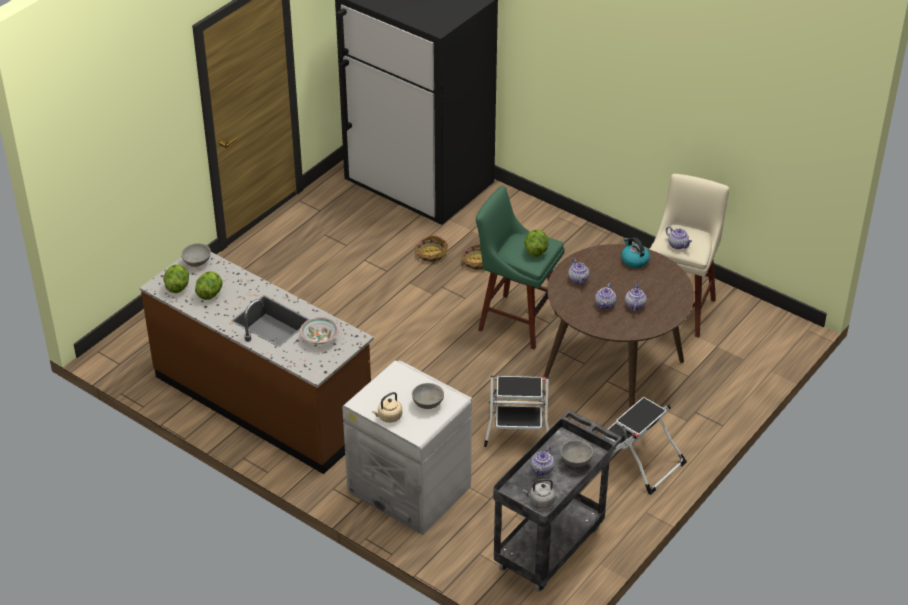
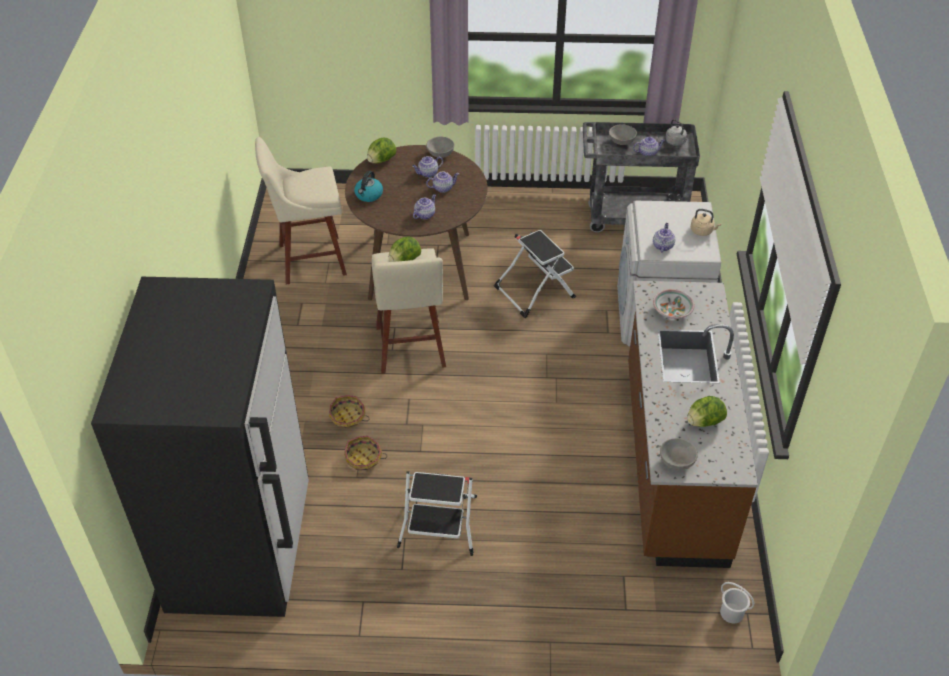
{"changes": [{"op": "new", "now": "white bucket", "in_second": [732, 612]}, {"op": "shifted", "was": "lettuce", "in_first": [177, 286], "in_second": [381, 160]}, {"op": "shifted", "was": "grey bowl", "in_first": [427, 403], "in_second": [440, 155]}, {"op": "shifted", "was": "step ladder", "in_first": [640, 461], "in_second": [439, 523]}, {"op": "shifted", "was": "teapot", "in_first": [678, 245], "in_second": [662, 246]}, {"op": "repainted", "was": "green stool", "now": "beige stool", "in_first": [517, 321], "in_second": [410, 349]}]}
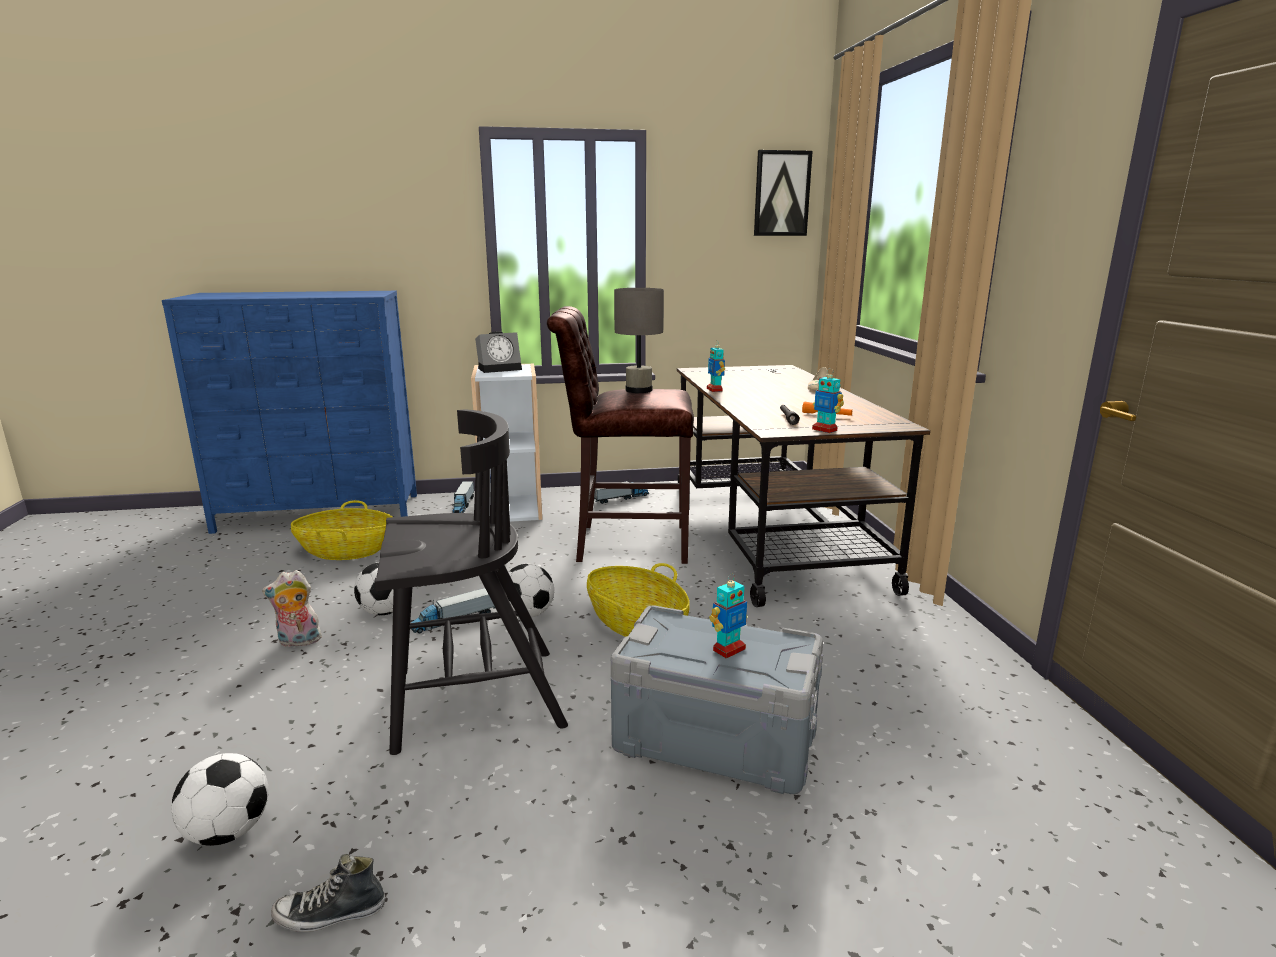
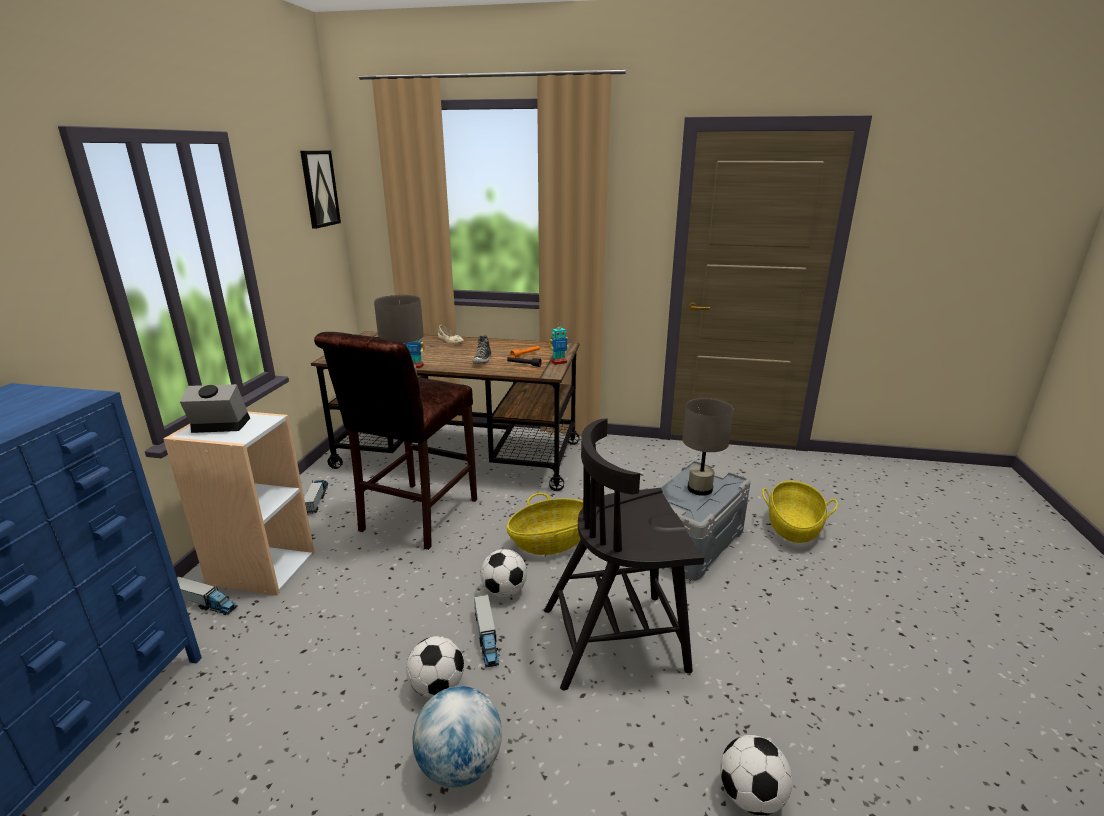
{"changes": [{"op": "shifted", "was": "shoe", "in_first": [330, 913], "in_second": [482, 360]}, {"op": "shifted", "was": "basket", "in_first": [346, 551], "in_second": [793, 527]}, {"op": "swapped", "was": "plush toy", "now": "globe", "in_first": [298, 642], "in_second": [460, 765]}, {"op": "swapped", "was": "toy robot", "now": "grey table lamp", "in_first": [728, 649], "in_second": [699, 488]}, {"op": "rotated", "was": "black chair", "in_first": [472, 699], "in_second": [617, 638], "clockwise": -105}, {"op": "rotated", "was": "alarm clock", "in_first": [500, 368], "in_second": [218, 426], "clockwise": -90}]}
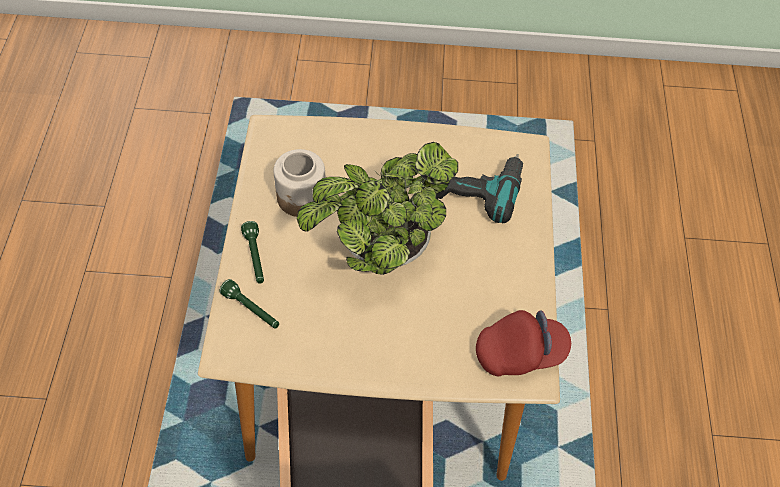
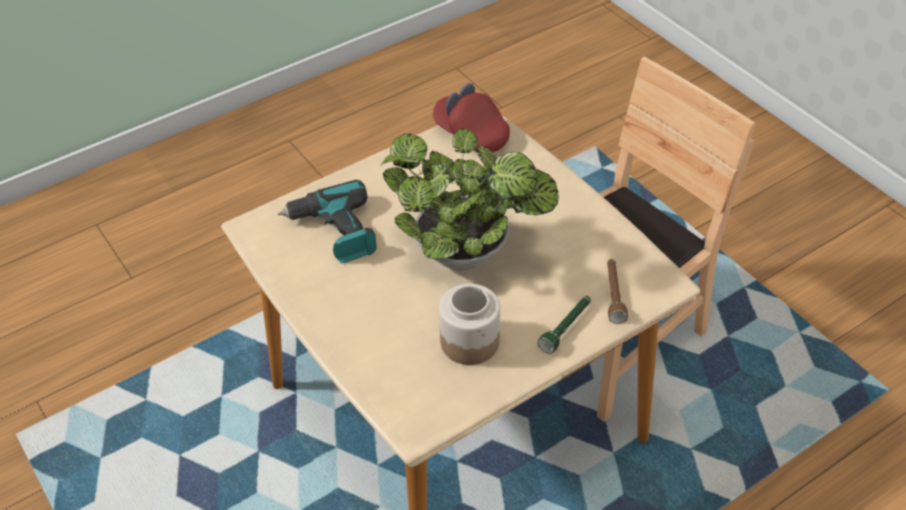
{"changes": [{"op": "repainted", "was": "green flashlight", "now": "brown flashlight", "in_first": [251, 310], "in_second": [613, 295]}]}
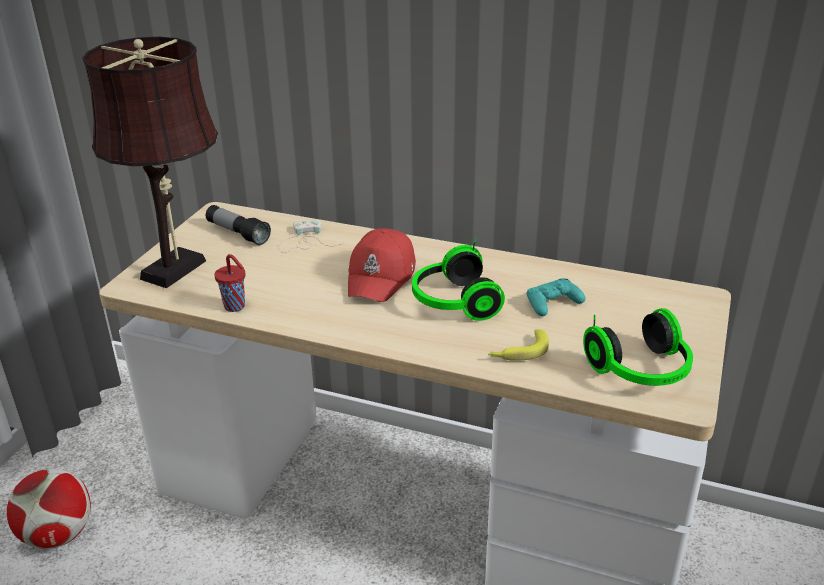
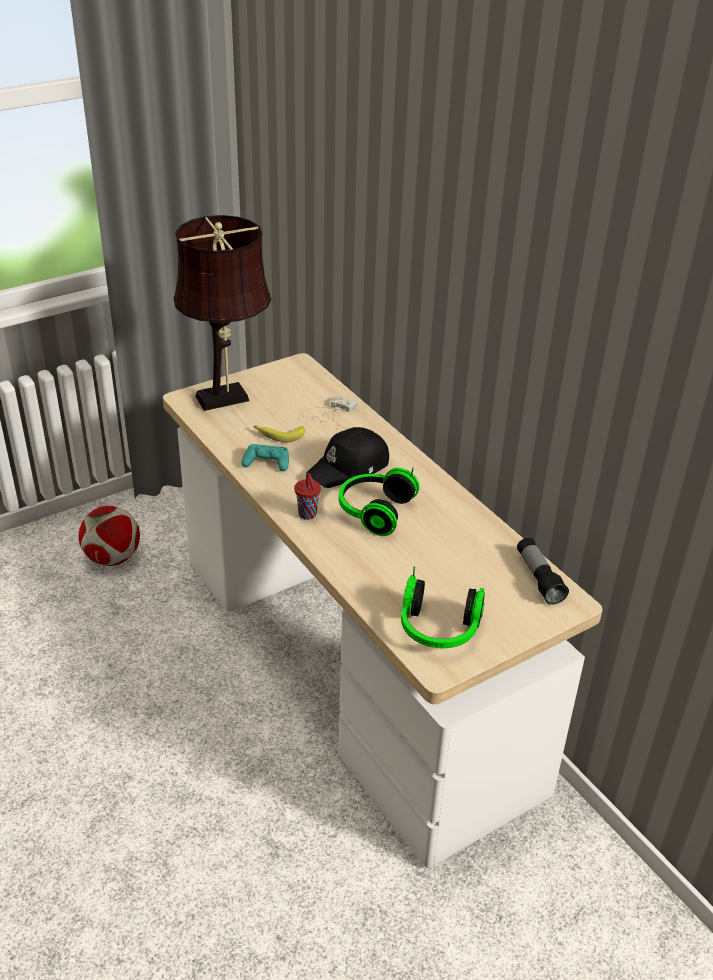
{"changes": [{"op": "shifted", "was": "flashlight", "in_first": [238, 233], "in_second": [539, 578]}, {"op": "shifted", "was": "red cup", "in_first": [235, 307], "in_second": [308, 515]}, {"op": "shifted", "was": "banana", "in_first": [518, 352], "in_second": [278, 435]}, {"op": "shifted", "was": "turquoise game controller", "in_first": [553, 303], "in_second": [266, 462]}, {"op": "repainted", "was": "red cap", "now": "black cap", "in_first": [382, 276], "in_second": [350, 467]}]}
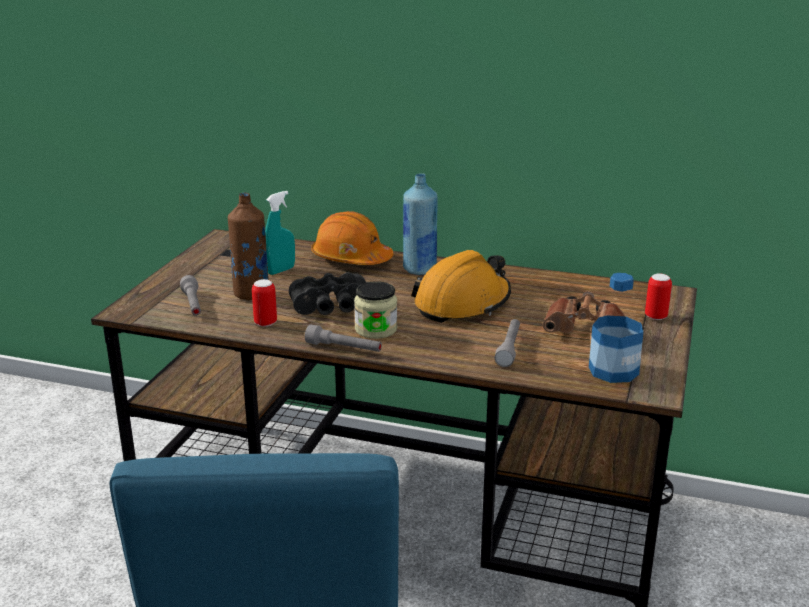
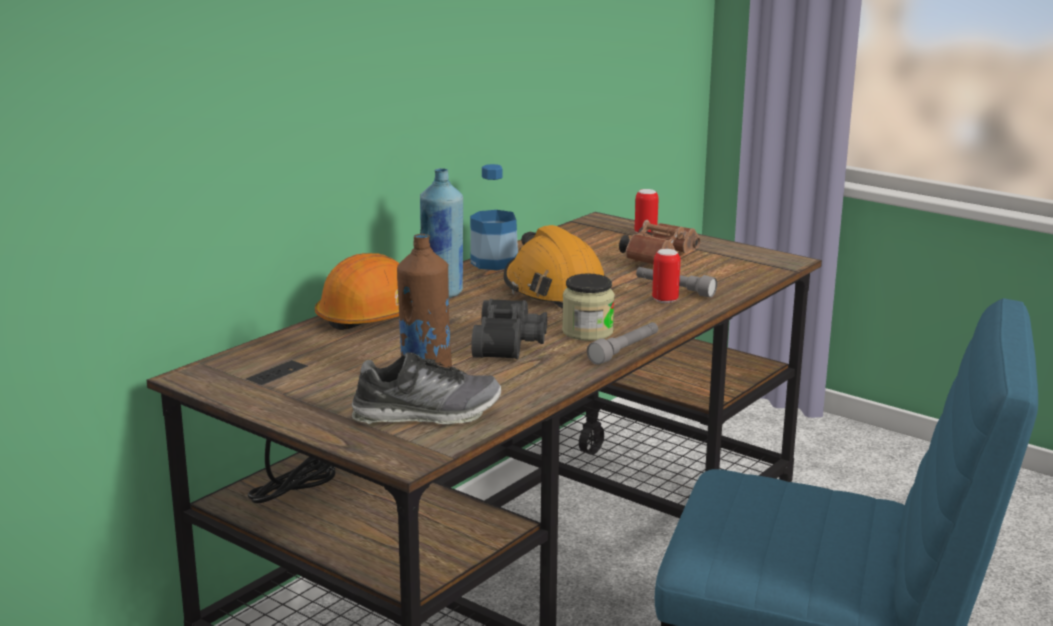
{"changes": [{"op": "gone", "was": "turquoise spray bottle", "in_first": [280, 270]}, {"op": "shifted", "was": "can", "in_first": [265, 323], "in_second": [665, 300]}, {"op": "shifted", "was": "bottle", "in_first": [613, 370], "in_second": [494, 262]}, {"op": "swapped", "was": "grey flashlight", "now": "shoe", "in_first": [193, 304], "in_second": [427, 414]}]}
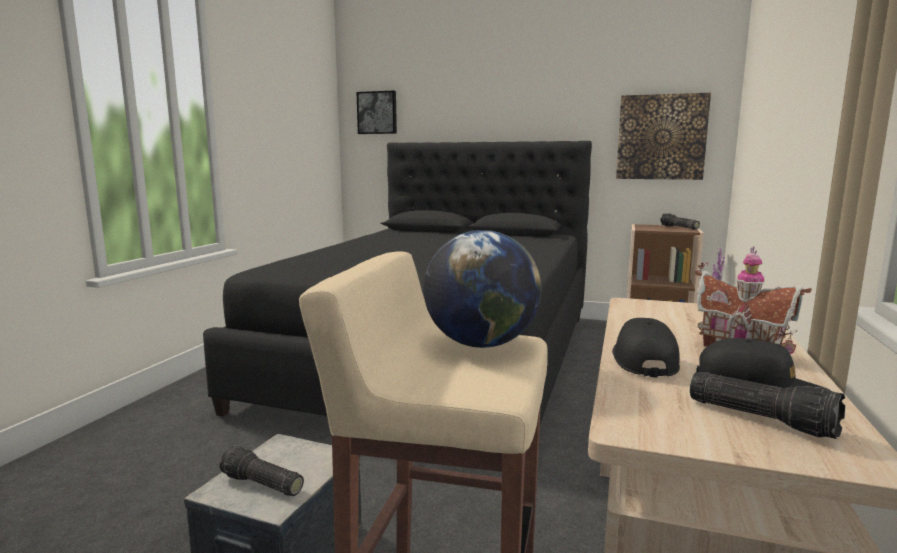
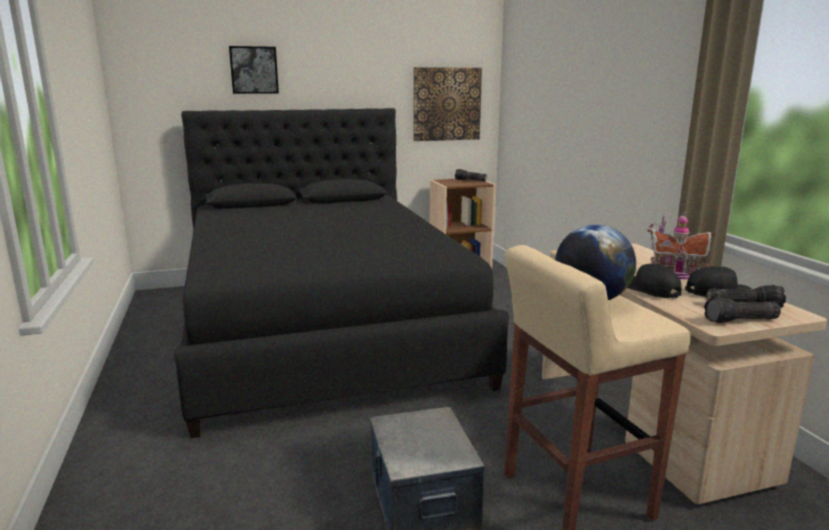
{"changes": [{"op": "shifted", "was": "flashlight", "in_first": [261, 484], "in_second": [741, 321]}, {"op": "shifted", "was": "picture", "in_first": [377, 113], "in_second": [254, 70]}]}
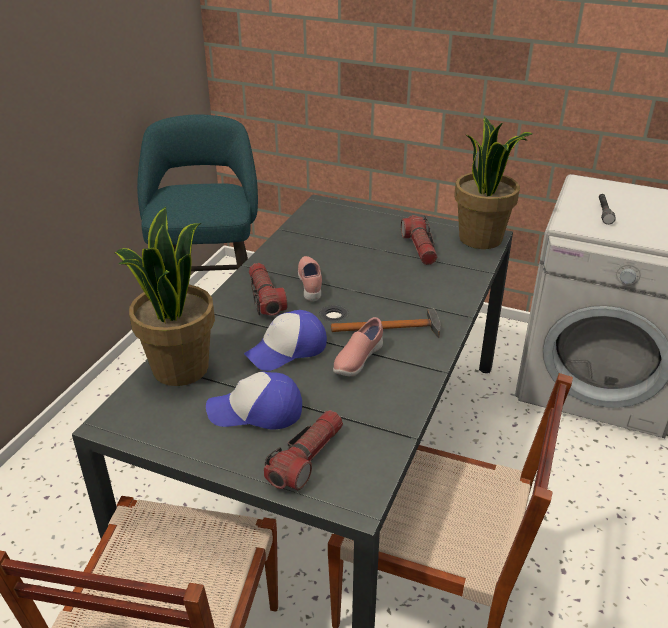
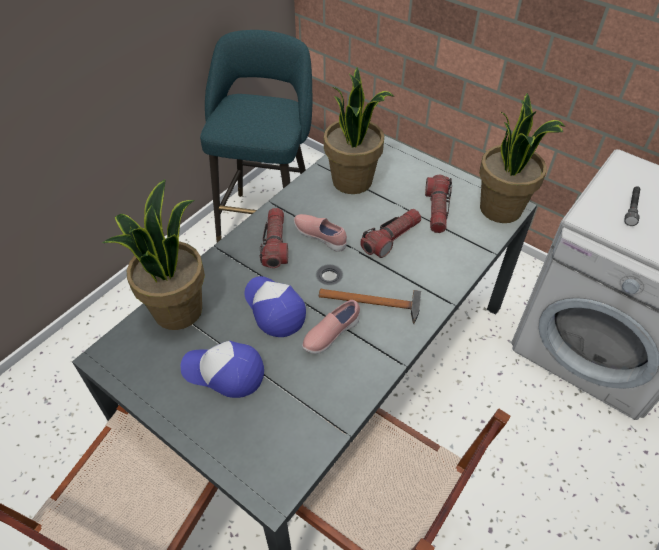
{"changes": [{"op": "new", "now": "potted plant", "in_second": [353, 181]}, {"op": "shifted", "was": "flashlight", "in_first": [306, 459], "in_second": [391, 238]}, {"op": "rotated", "was": "cap", "in_first": [287, 350], "in_second": [274, 309], "clockwise": 75}, {"op": "rotated", "was": "pink shoe", "in_first": [311, 285], "in_second": [320, 237], "clockwise": -60}]}
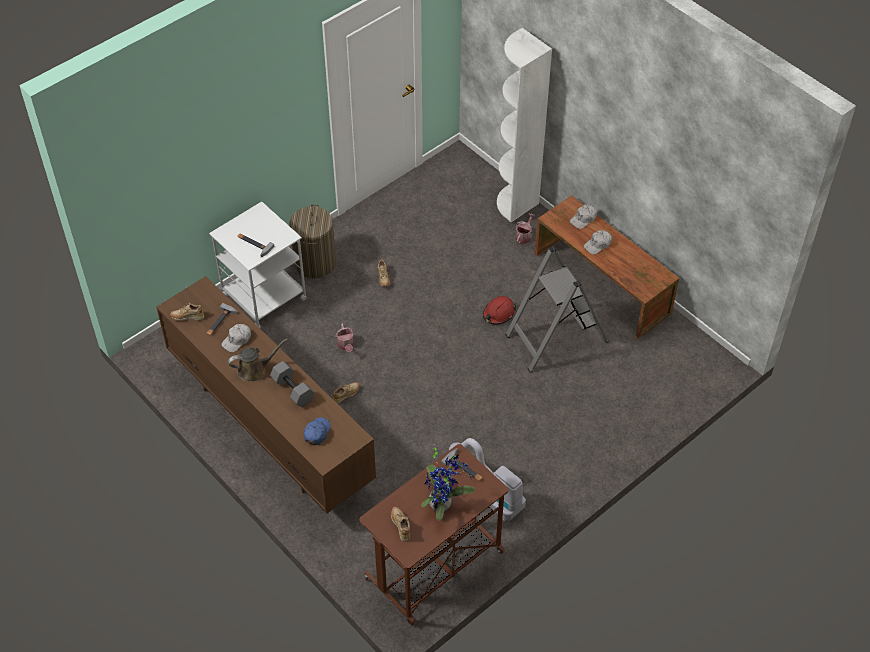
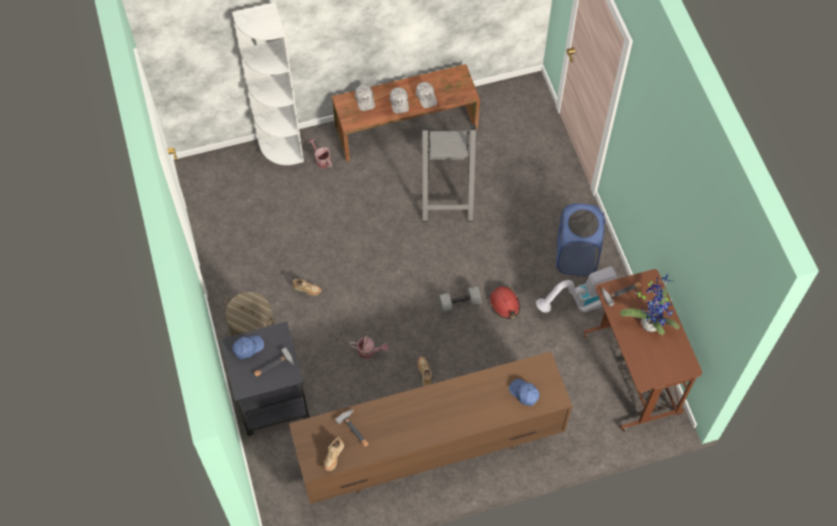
{"changes": [{"op": "gone", "was": "brown watering can", "in_first": [254, 370]}, {"op": "gone", "was": "beige shoe", "in_first": [401, 526]}, {"op": "new", "now": "blue cap", "in_second": [248, 348]}, {"op": "new", "now": "blue laundry basket", "in_second": [575, 257]}, {"op": "shifted", "was": "white cap", "in_first": [237, 340], "in_second": [426, 97]}, {"op": "shifted", "was": "grey dumbbell", "in_first": [293, 390], "in_second": [459, 302]}, {"op": "shifted", "was": "red hard hat", "in_first": [498, 313], "in_second": [505, 304]}, {"op": "repainted", "was": "white cart", "now": "black cart", "in_first": [265, 296], "in_second": [271, 398]}]}
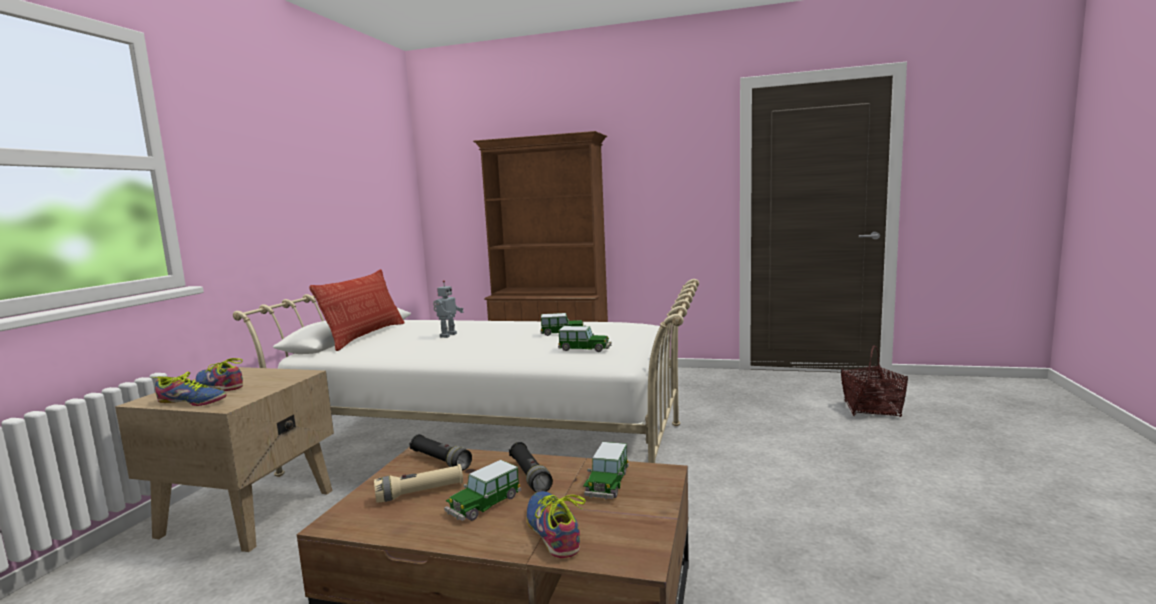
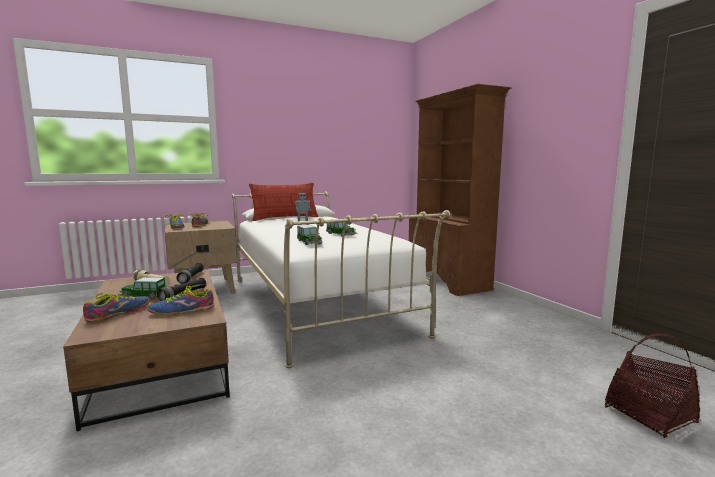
{"changes": [{"op": "swapped", "was": "toy car", "now": "shoe", "in_first": [607, 484], "in_second": [182, 311]}]}
